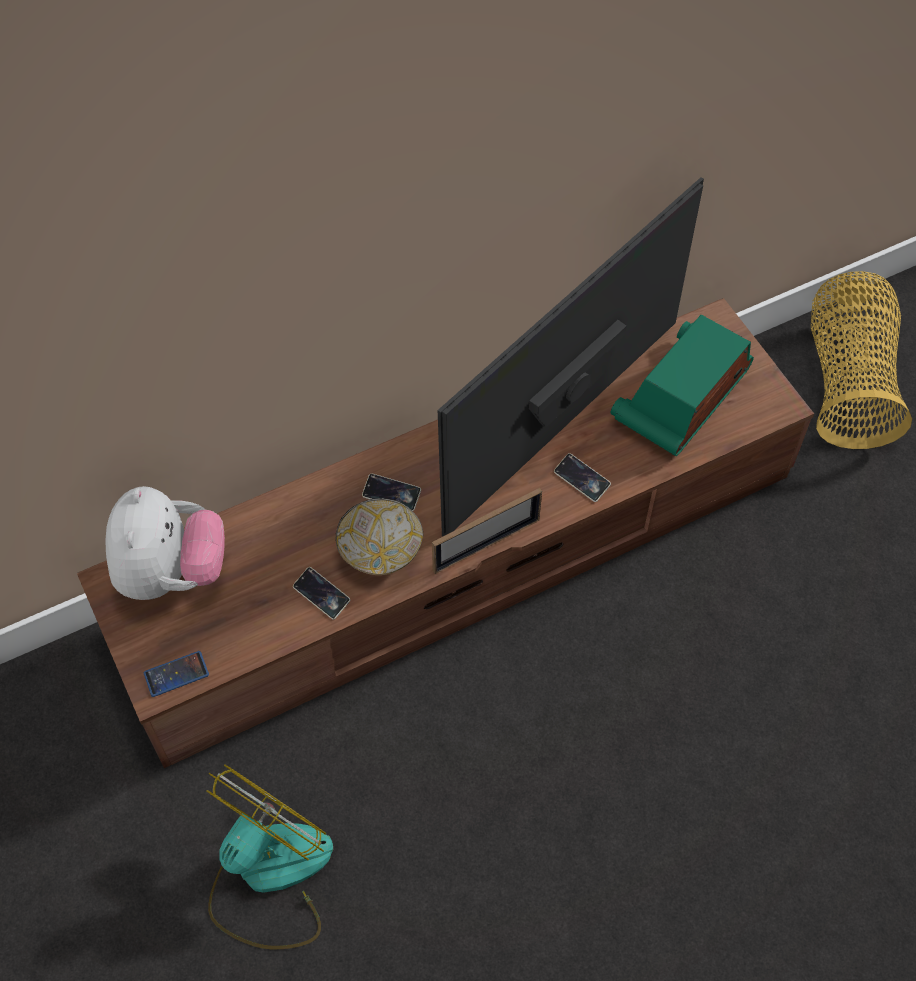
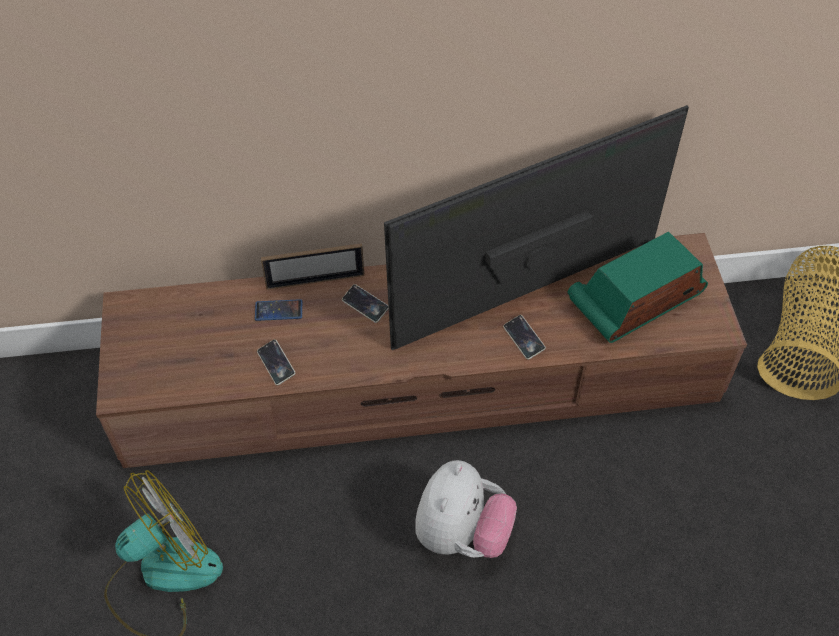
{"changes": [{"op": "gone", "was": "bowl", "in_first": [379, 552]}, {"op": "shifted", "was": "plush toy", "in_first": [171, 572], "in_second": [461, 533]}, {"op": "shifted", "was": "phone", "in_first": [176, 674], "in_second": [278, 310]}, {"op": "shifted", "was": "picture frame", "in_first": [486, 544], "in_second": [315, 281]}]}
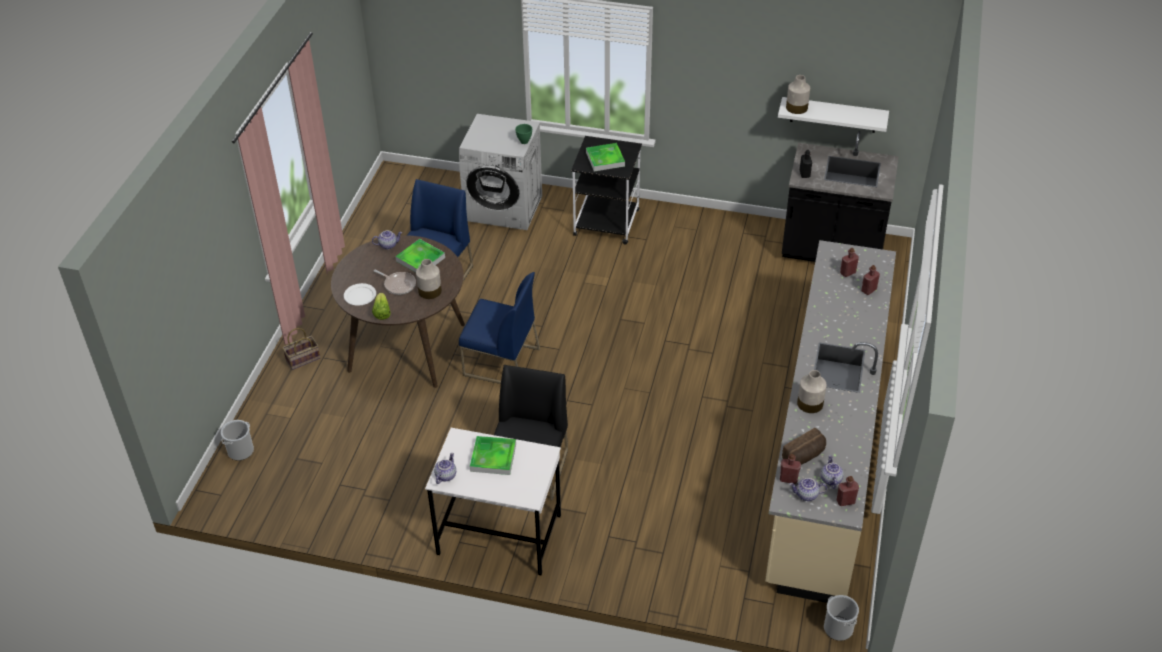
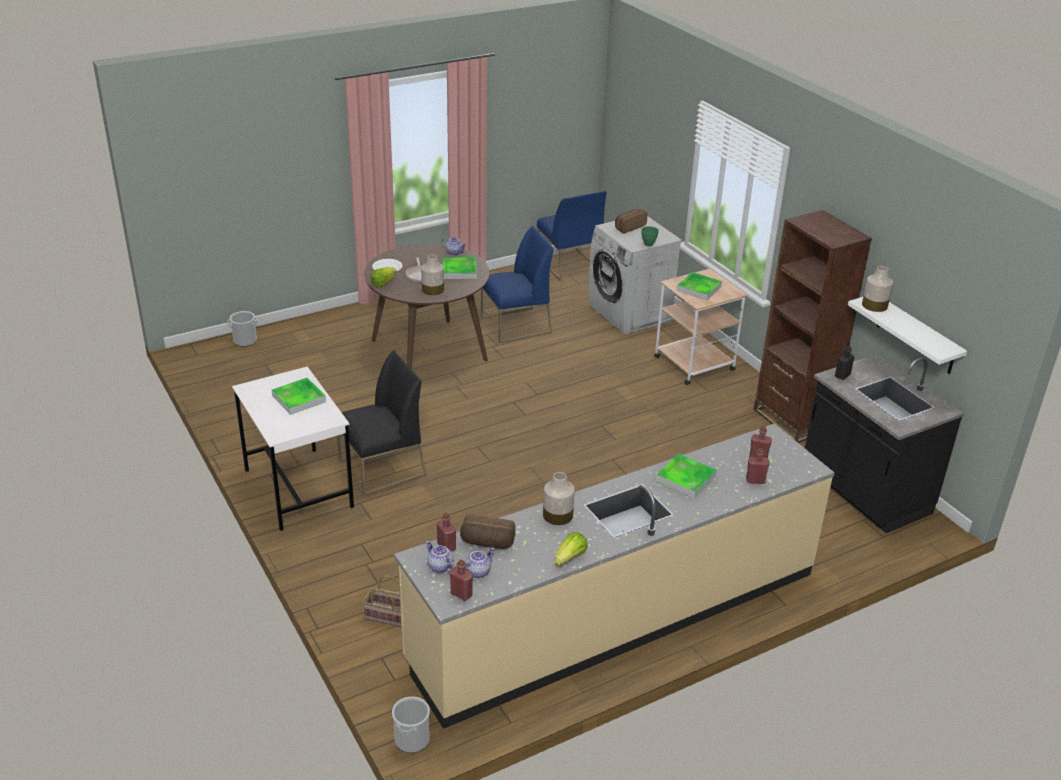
{"changes": [{"op": "gone", "was": "teapot", "in_first": [445, 475]}, {"op": "new", "now": "lettuce", "in_second": [570, 557]}, {"op": "new", "now": "bread", "in_second": [629, 227]}, {"op": "new", "now": "tray", "in_second": [685, 479]}, {"op": "new", "now": "brown bookcase", "in_second": [791, 420]}, {"op": "shifted", "was": "basket", "in_first": [302, 360], "in_second": [385, 616]}, {"op": "shifted", "was": "blue chair", "in_first": [501, 362], "in_second": [568, 264]}, {"op": "repainted", "was": "black cart", "now": "beige cart", "in_first": [607, 223], "in_second": [694, 364]}]}
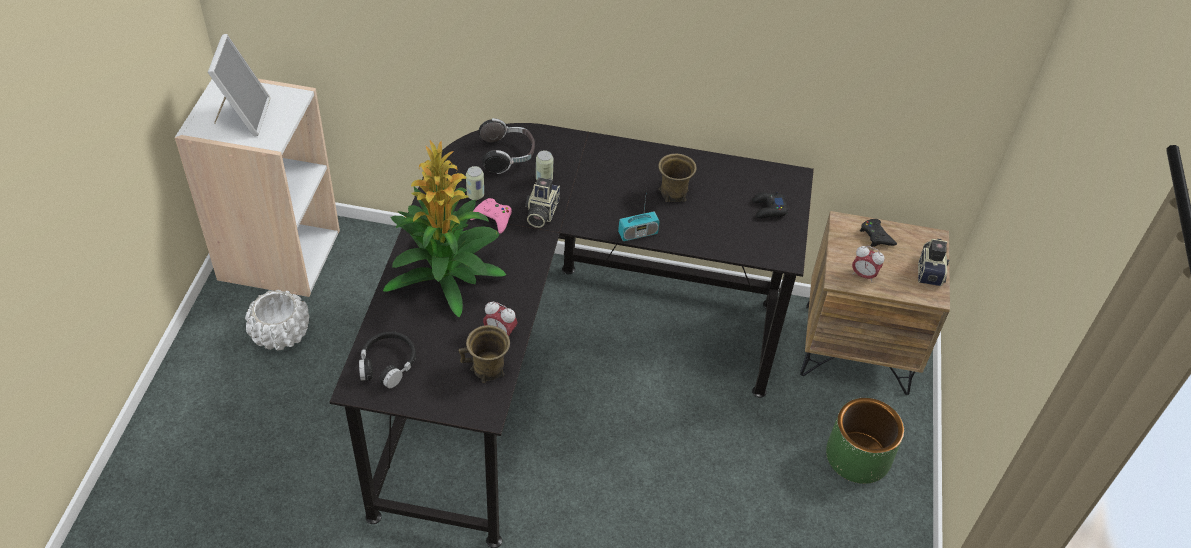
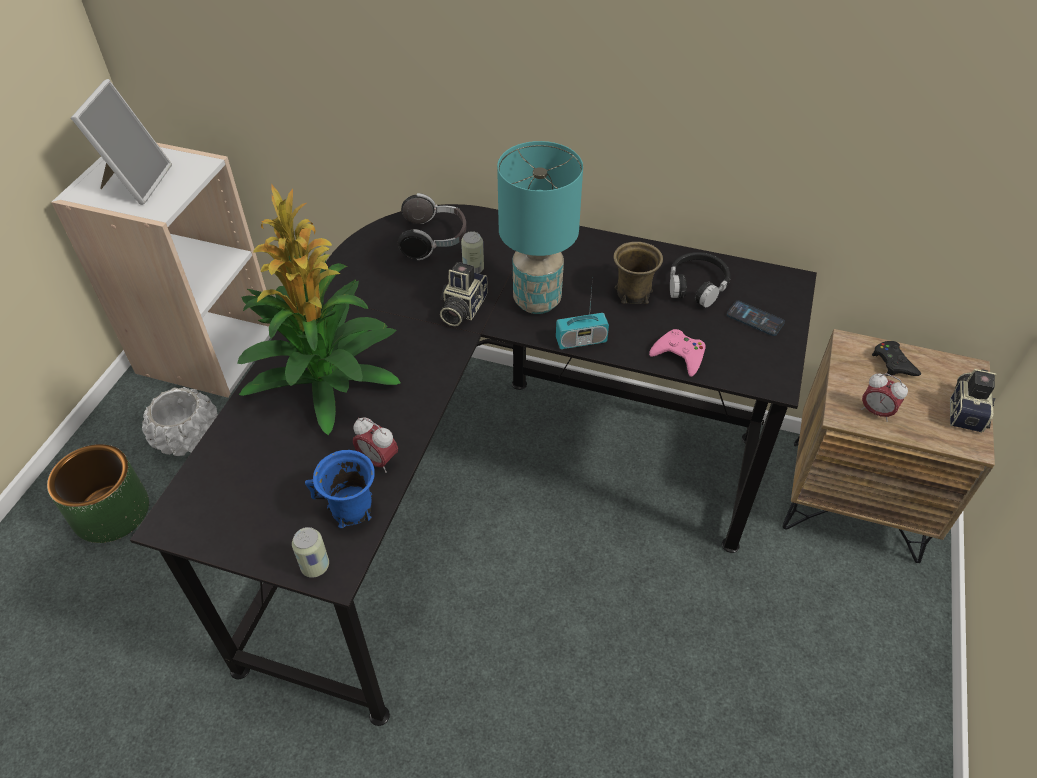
{"changes": [{"op": "new", "now": "turquoise table lamp", "in_second": [538, 301]}, {"op": "shifted", "was": "black headphones", "in_first": [387, 364], "in_second": [697, 285]}, {"op": "shifted", "was": "can", "in_first": [475, 195], "in_second": [315, 566]}, {"op": "shifted", "was": "pink game controller", "in_first": [493, 218], "in_second": [679, 355]}, {"op": "shifted", "was": "green planter", "in_first": [858, 457], "in_second": [112, 513]}, {"op": "swapped", "was": "black game controller", "now": "phone", "in_first": [768, 209], "in_second": [755, 319]}, {"op": "repainted", "was": "brown mug", "now": "blue mug", "in_first": [488, 369], "in_second": [351, 509]}]}
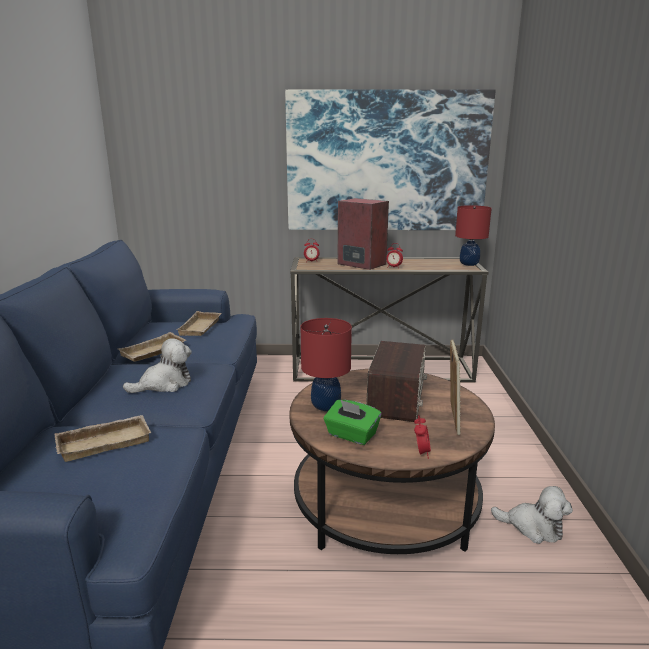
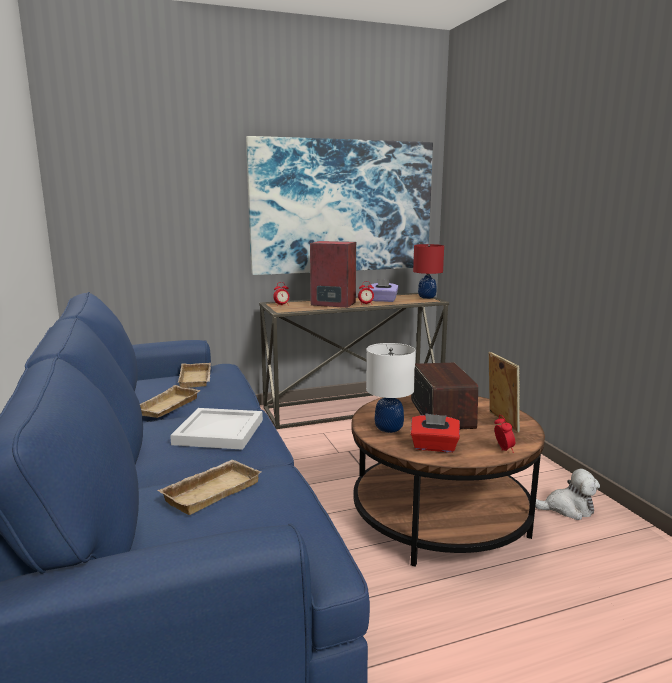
{"changes": [{"op": "new", "now": "purple tissue box", "in_second": [383, 300]}, {"op": "swapped", "was": "plush toy", "now": "white tray", "in_first": [164, 384], "in_second": [217, 432]}, {"op": "repainted", "was": "red table lamp", "now": "white table lamp", "in_first": [326, 407], "in_second": [389, 429]}, {"op": "repainted", "was": "green tissue box", "now": "red tissue box", "in_first": [351, 435], "in_second": [434, 447]}]}
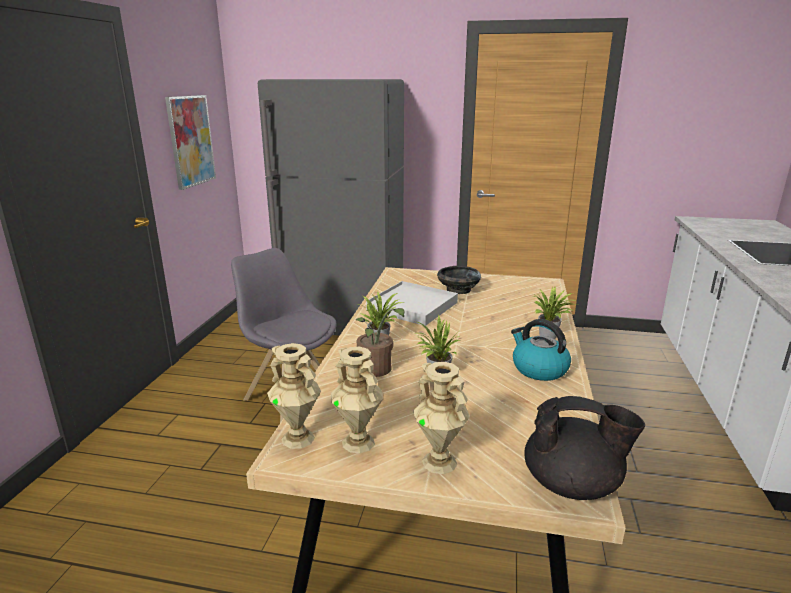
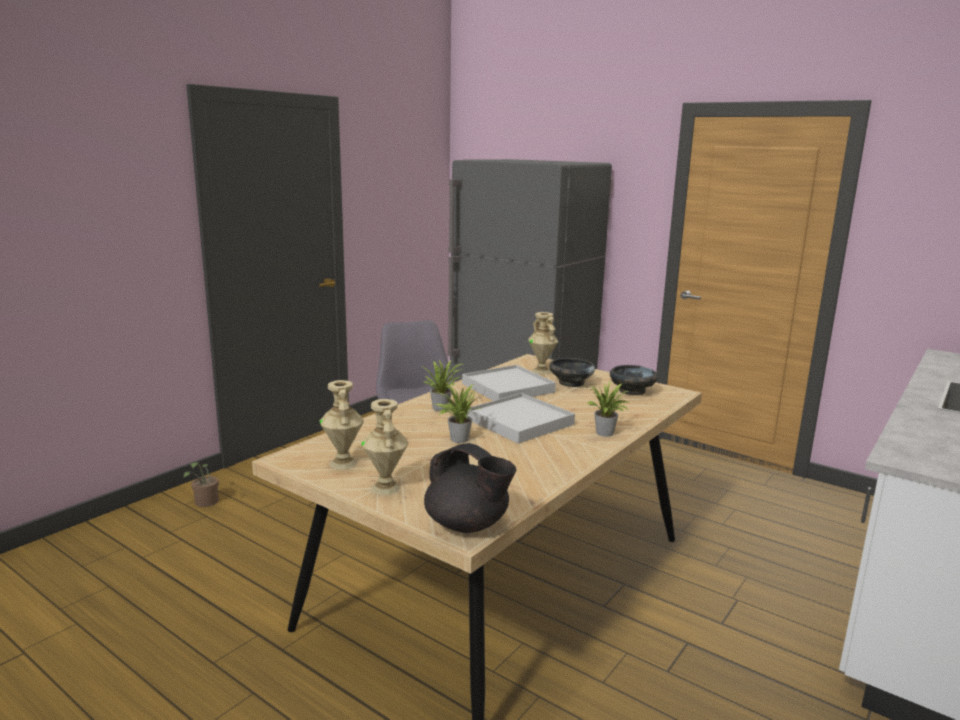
{"changes": [{"op": "gone", "was": "picture", "in_first": [191, 141]}, {"op": "gone", "was": "kettle", "in_first": [538, 369]}, {"op": "new", "now": "white tray", "in_second": [520, 422]}, {"op": "new", "now": "black bowl", "in_second": [631, 391]}, {"op": "shifted", "was": "beige vase", "in_first": [298, 438], "in_second": [542, 371]}, {"op": "shifted", "was": "potted plant", "in_first": [376, 371], "in_second": [205, 503]}]}
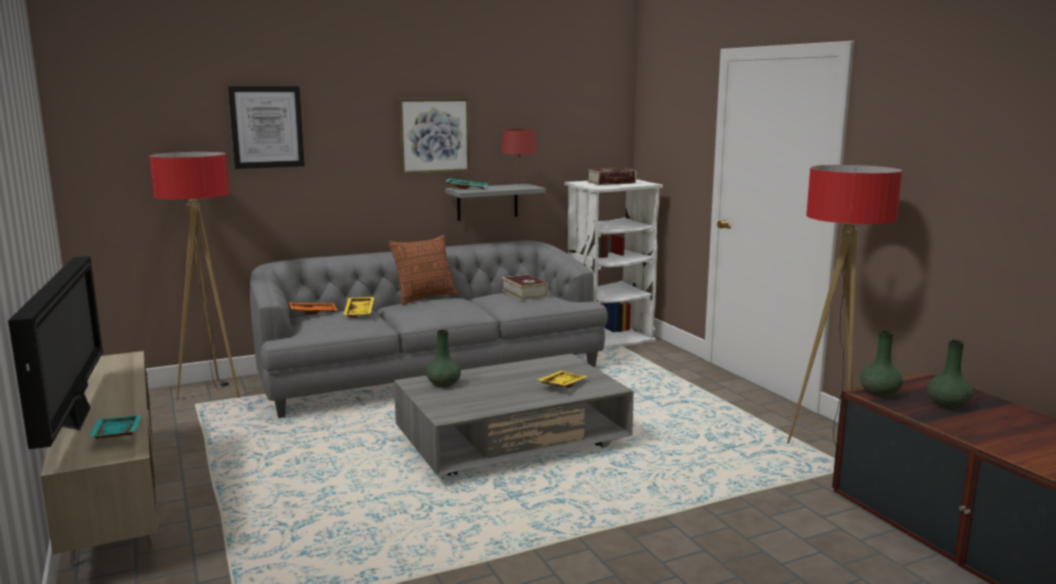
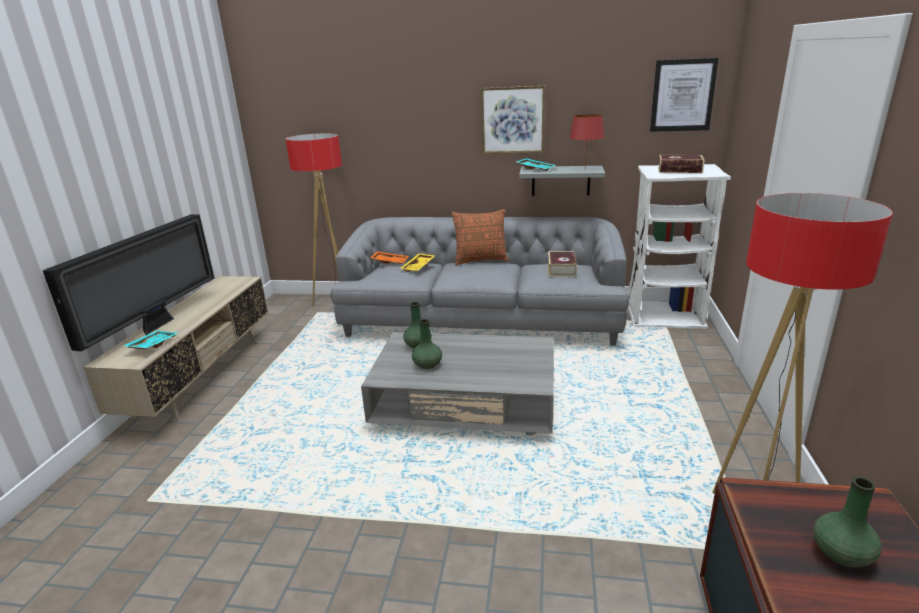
{"changes": [{"op": "gone", "was": "yellow tray", "in_first": [561, 385]}, {"op": "shifted", "was": "picture", "in_first": [267, 127], "in_second": [682, 95]}, {"op": "shifted", "was": "green vase", "in_first": [879, 393], "in_second": [427, 365]}]}
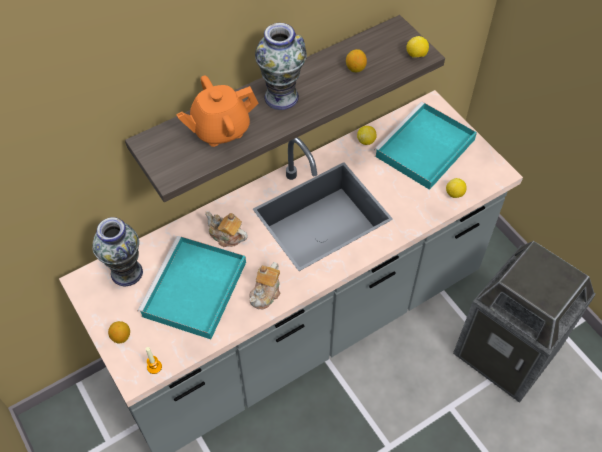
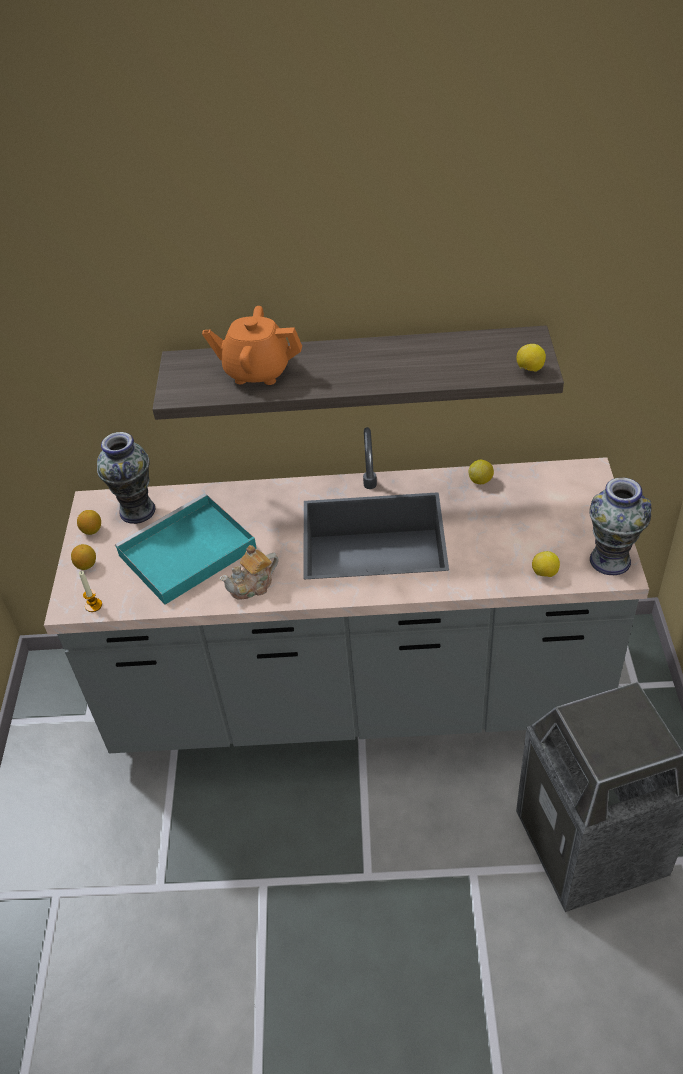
{"changes": [{"op": "gone", "was": "teapot", "in_first": [226, 236]}, {"op": "gone", "was": "turquoise tray", "in_first": [424, 149]}, {"op": "shifted", "was": "vase", "in_first": [281, 97], "in_second": [610, 560]}, {"op": "shifted", "was": "lemon", "in_first": [355, 68], "in_second": [92, 530]}]}
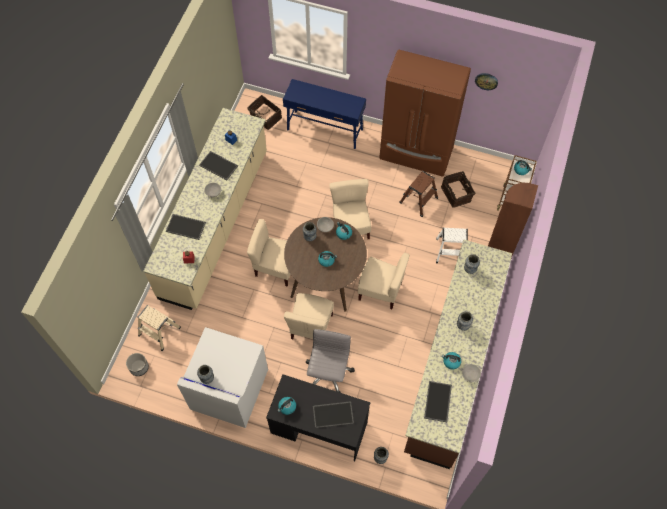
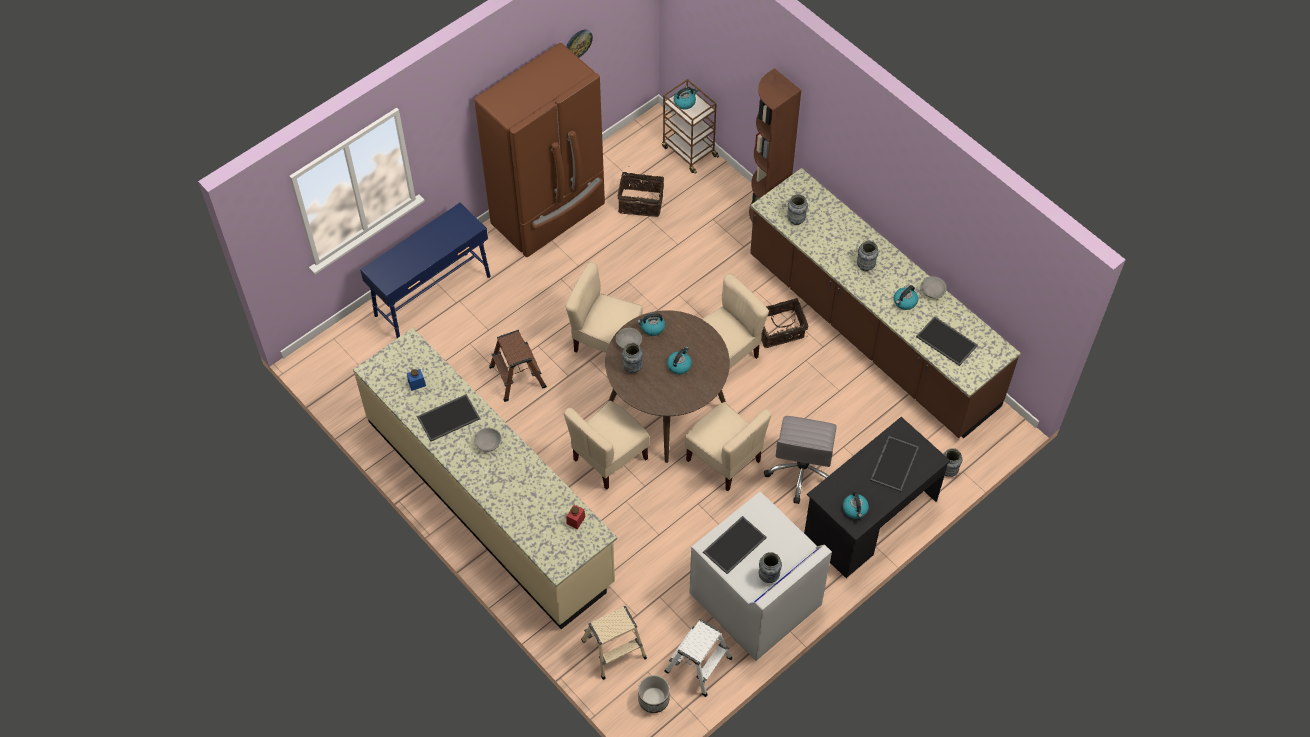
{"changes": [{"op": "shifted", "was": "tray", "in_first": [186, 226], "in_second": [734, 544]}, {"op": "shifted", "was": "basket", "in_first": [265, 118], "in_second": [780, 331]}, {"op": "shifted", "was": "brown step ladder", "in_first": [418, 200], "in_second": [518, 377]}, {"op": "shifted", "was": "white step ladder", "in_first": [450, 251], "in_second": [698, 665]}, {"op": "rotated", "was": "grey office chair", "in_first": [328, 372], "in_second": [802, 471], "clockwise": -120}]}
